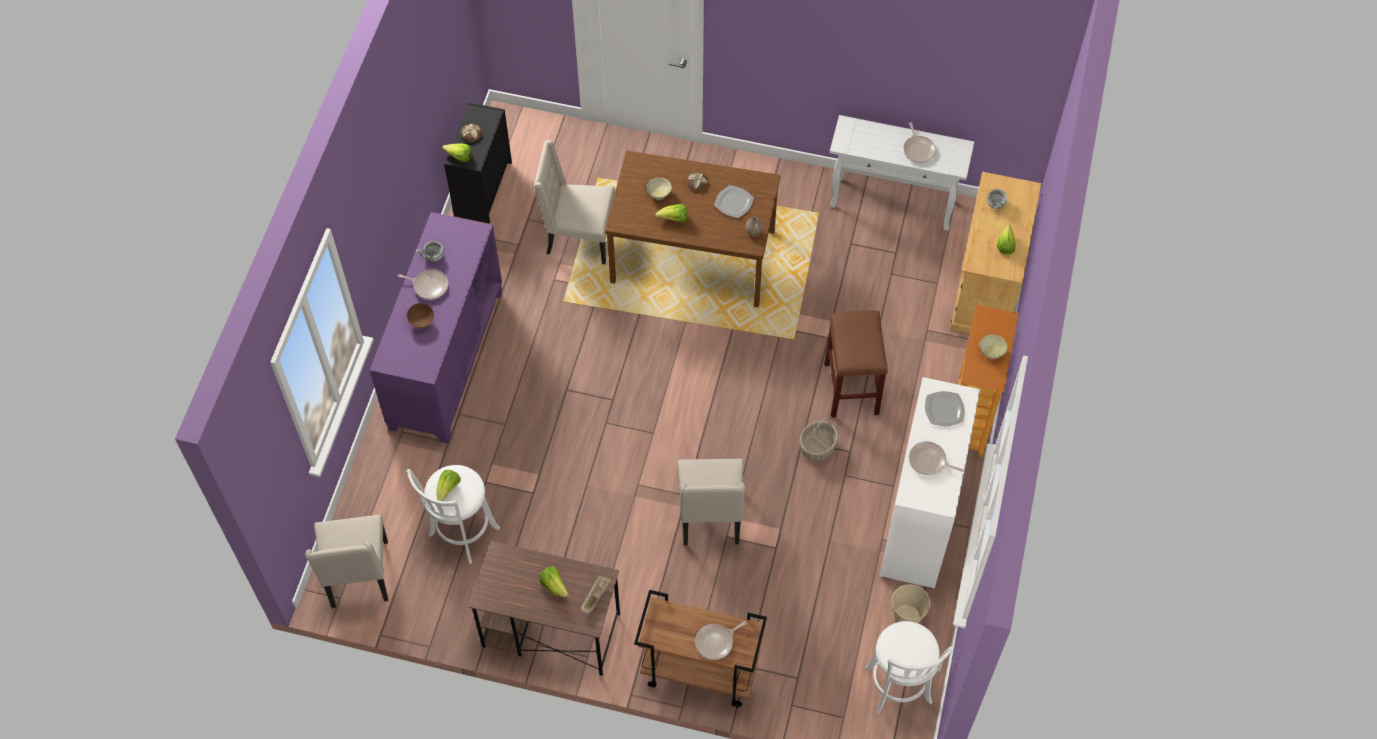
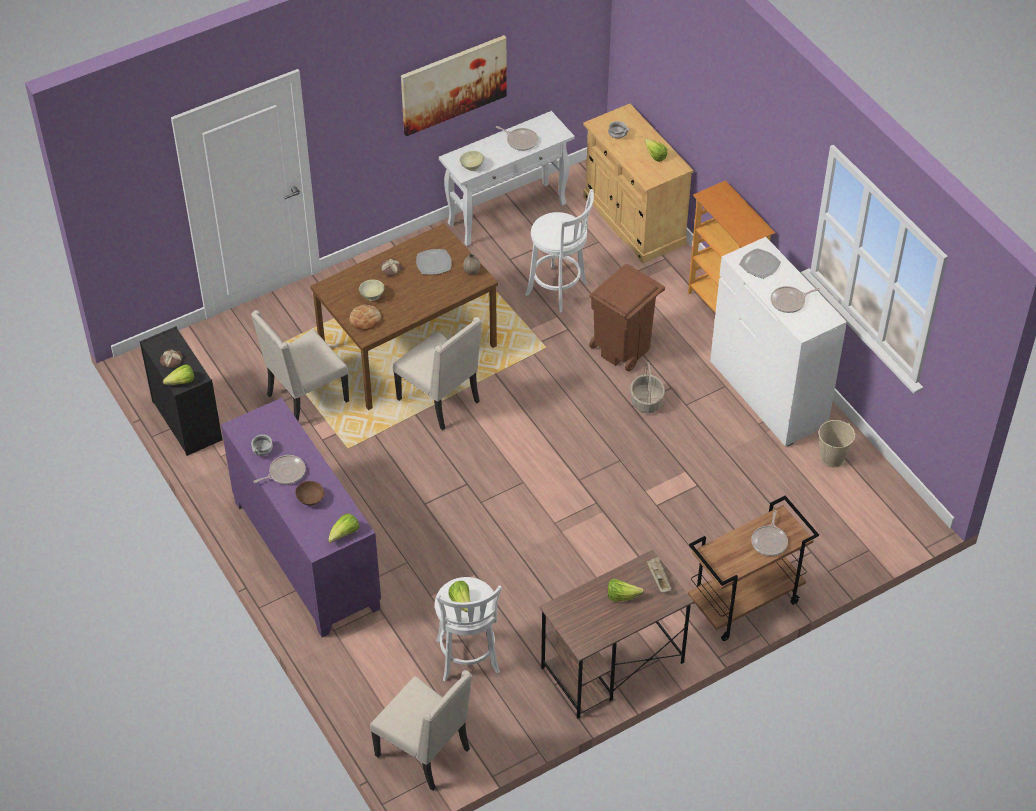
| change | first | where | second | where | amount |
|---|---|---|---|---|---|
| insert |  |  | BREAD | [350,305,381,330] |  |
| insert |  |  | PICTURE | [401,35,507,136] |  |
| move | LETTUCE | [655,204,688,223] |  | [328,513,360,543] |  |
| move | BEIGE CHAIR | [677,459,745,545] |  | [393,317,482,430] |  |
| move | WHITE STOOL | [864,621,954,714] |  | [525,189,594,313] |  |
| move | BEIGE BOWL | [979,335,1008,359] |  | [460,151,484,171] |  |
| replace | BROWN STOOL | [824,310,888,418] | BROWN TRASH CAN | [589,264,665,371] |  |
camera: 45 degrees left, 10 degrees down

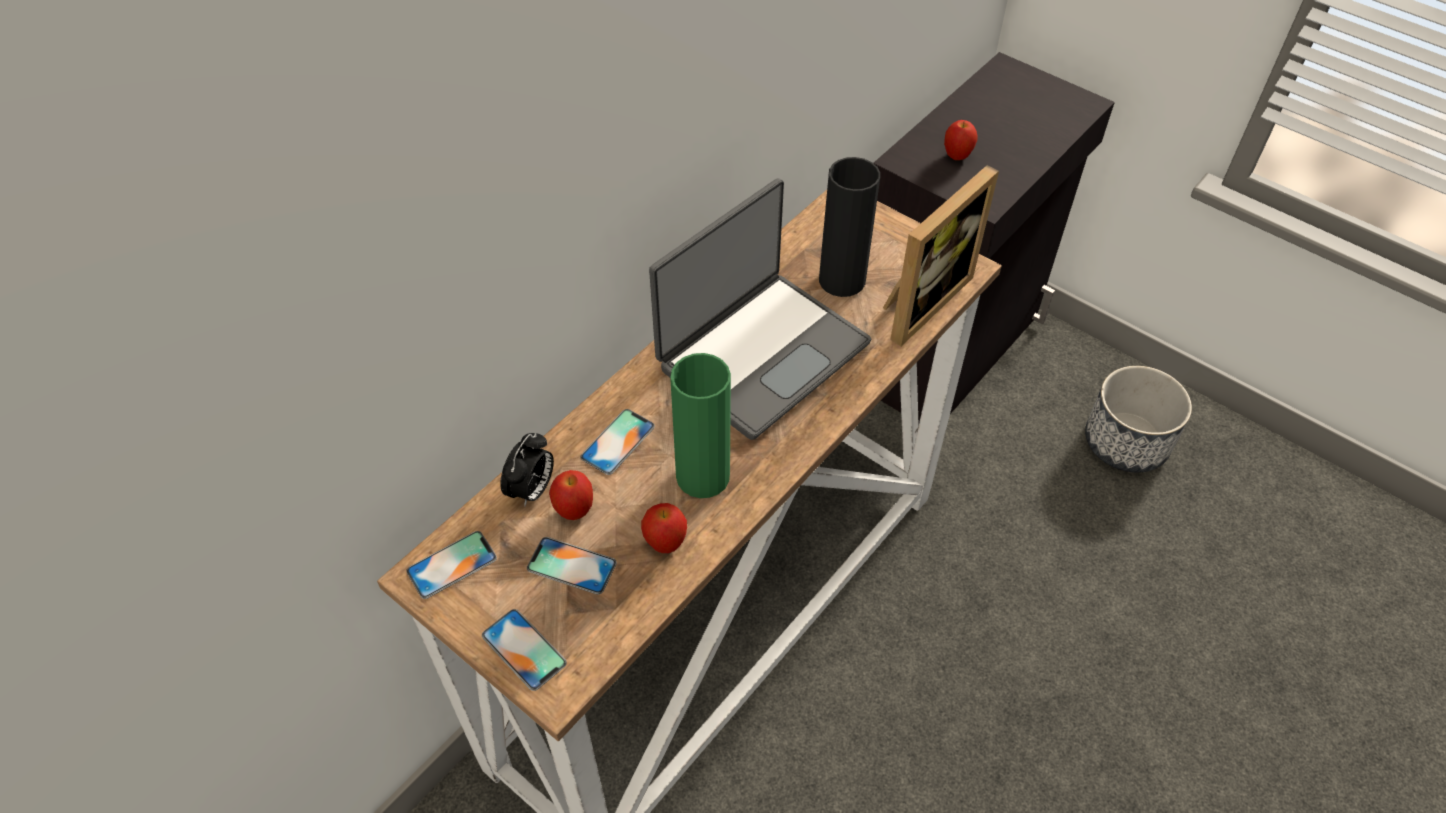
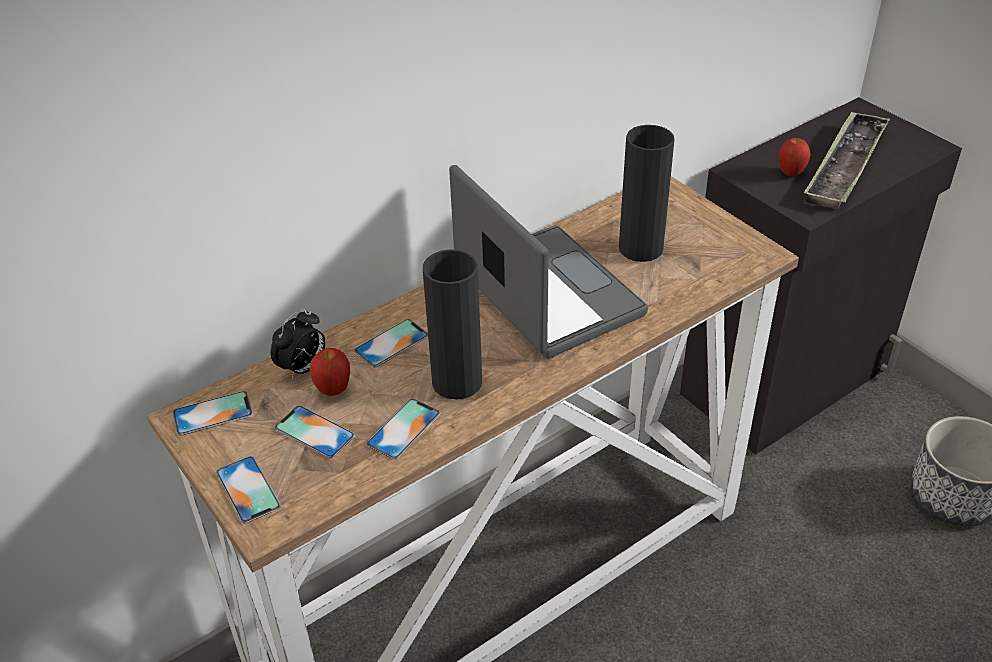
| change | first | where | second | where | amount |
|---|---|---|---|---|---|
| delete | PICTURE FRAME | [883,165,999,346] |  |  |  |
| insert |  |  | TRAY | [803,111,890,209] |  |
| replace | APPLE | [641,503,687,553] | PHONE | [367,399,440,459] |  |
| recolor | GREEN VASE | [670,353,731,498] | BLACK VASE | [423,249,482,399] |  |
| rotate | LAPTOP | [649,178,871,440] |  | [449,165,648,359] | 90 degrees counterclockwise |
camera: 15 degrees right, 10 degrees down

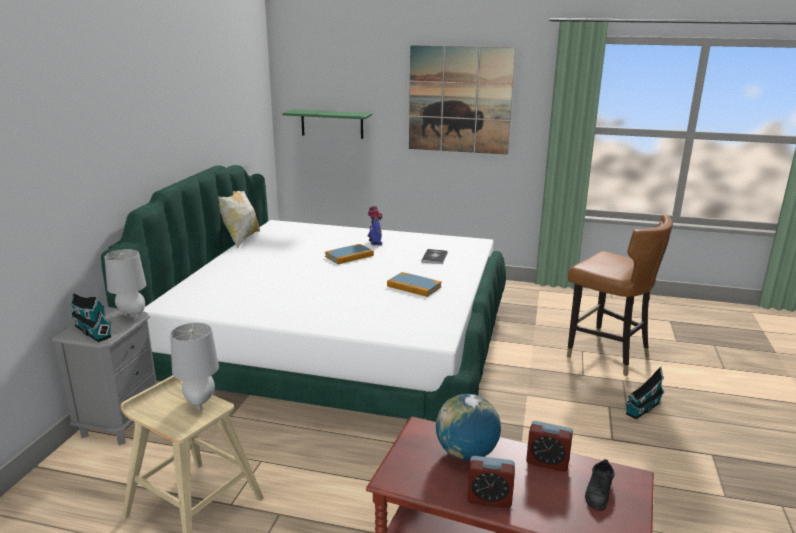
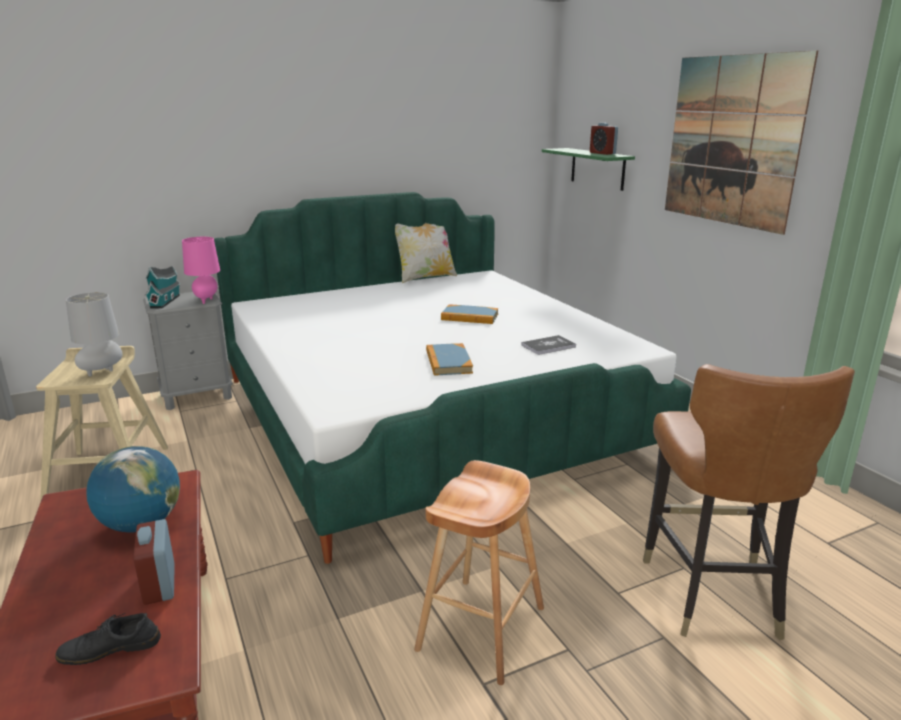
| change | first | where | second | where | amount |
|---|---|---|---|---|---|
| delete | TOY ROBOT | [368,206,383,246] |  |  |  |
| delete | TOY HOUSE | [625,366,665,419] |  |  |  |
| insert |  |  | BROWN STOOL | [414,460,544,685] |  |
| move | ALARM CLOCK | [467,456,515,508] |  | [590,123,618,155] |  |
| recolor | GREY TABLE LAMP | [104,249,146,319] | PINK TABLE LAMP | [182,237,220,304] |  |
camera: 50 degrees right, 0 degrees up

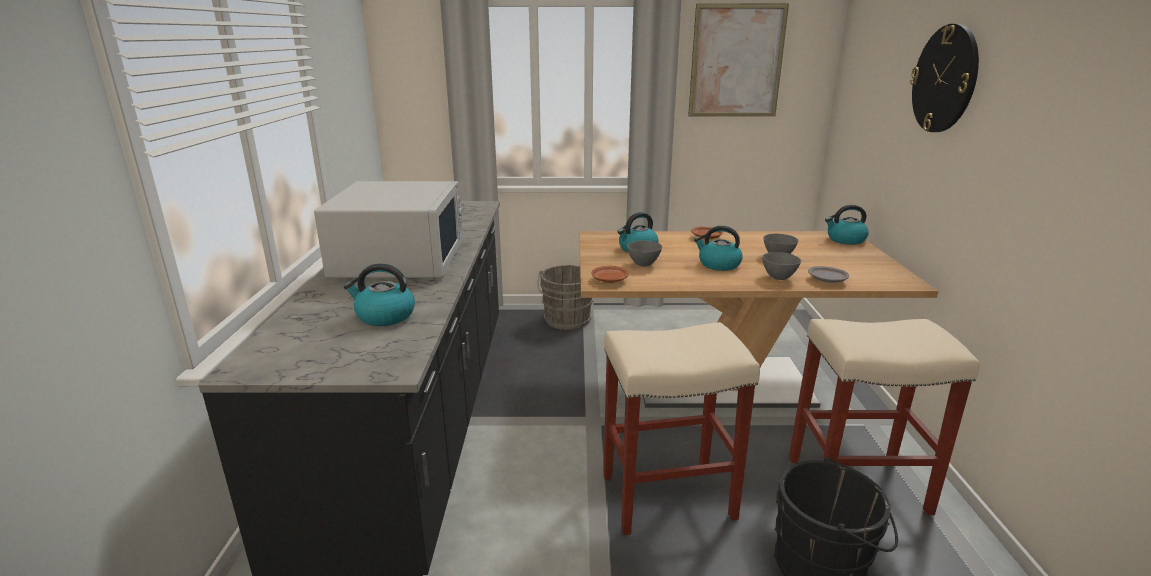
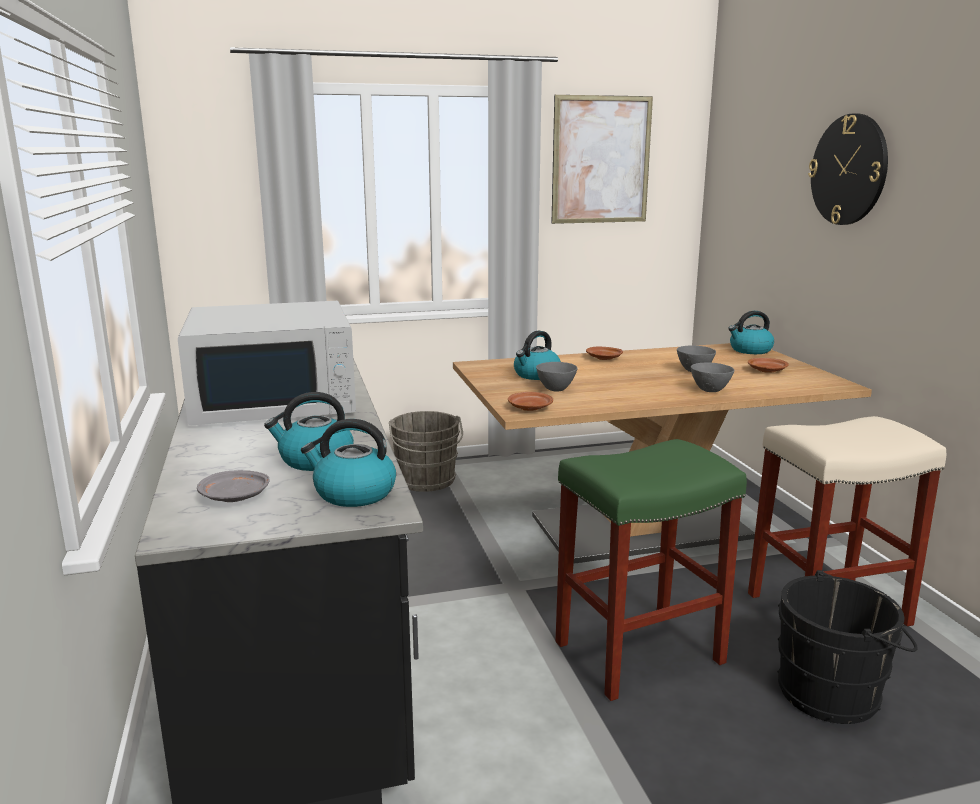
| change | first | where | second | where | amount |
|---|---|---|---|---|---|
| insert |  |  | BROWN PLATE | [748,358,789,373] |  |
| move | KETTLE | [694,226,743,271] |  | [301,419,396,507] |  |
| move | GREY PLATE | [808,266,849,283] |  | [197,470,270,502] |  |
| recolor | BEIGE STOOL | [603,322,760,535] | GREEN STOOL | [555,439,747,701] |  |
| rotate | WHITE MICROWAVE | [314,181,463,278] |  | [178,301,356,425] | 90 degrees clockwise |
camera: 15 degrees left, 5 degrees down

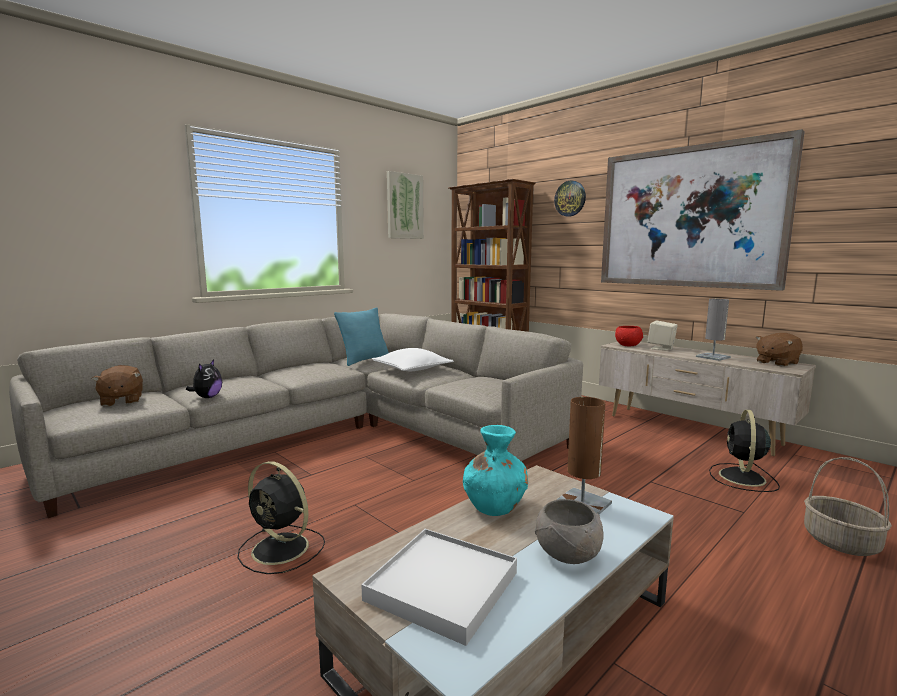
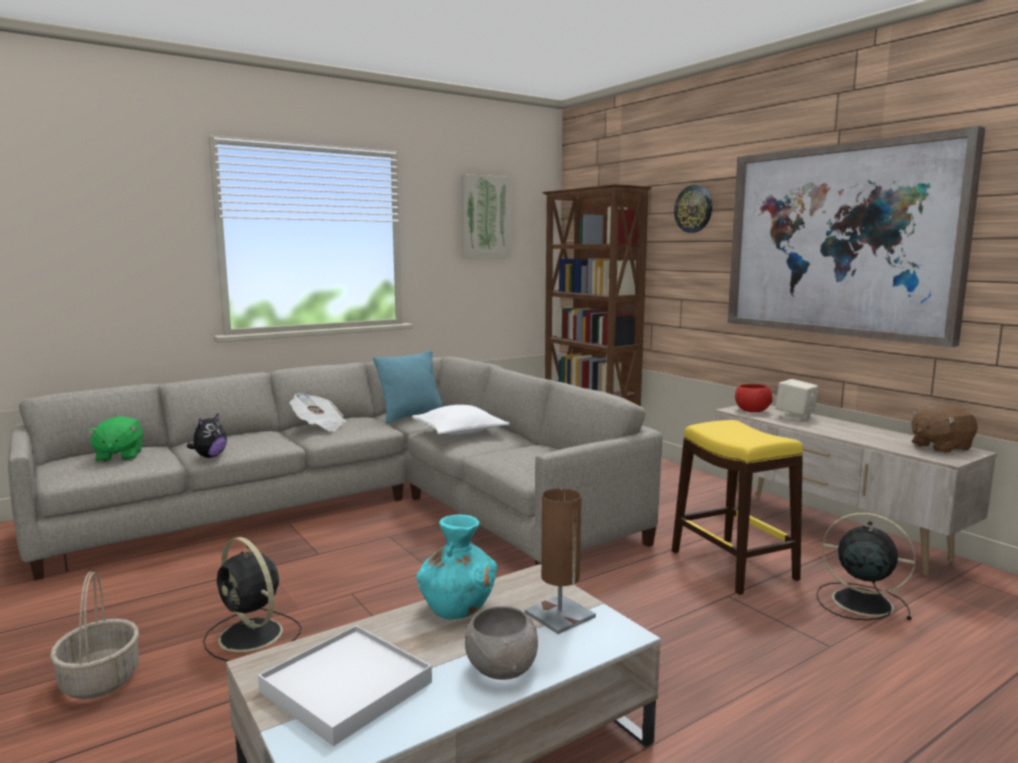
| change | first | where | second | where | amount |
|---|---|---|---|---|---|
| delete | GREY TABLE LAMP | [696,299,731,361] |  |  |  |
| insert |  |  | NEWSPAPER | [290,393,347,431] |  |
| insert |  |  | YELLOW STOOL | [672,420,803,595] |  |
| move | BASKET | [804,457,892,556] |  | [50,571,139,699] |  |
| recolor | BROWN PLUSH TOY | [91,365,143,407] | GREEN PLUSH TOY | [87,416,143,462] |  |
| rotate | BLACK FAN | [709,409,780,492] |  | [817,513,916,620] | 90 degrees clockwise |
camera: 10 degrees right, 0 degrees up

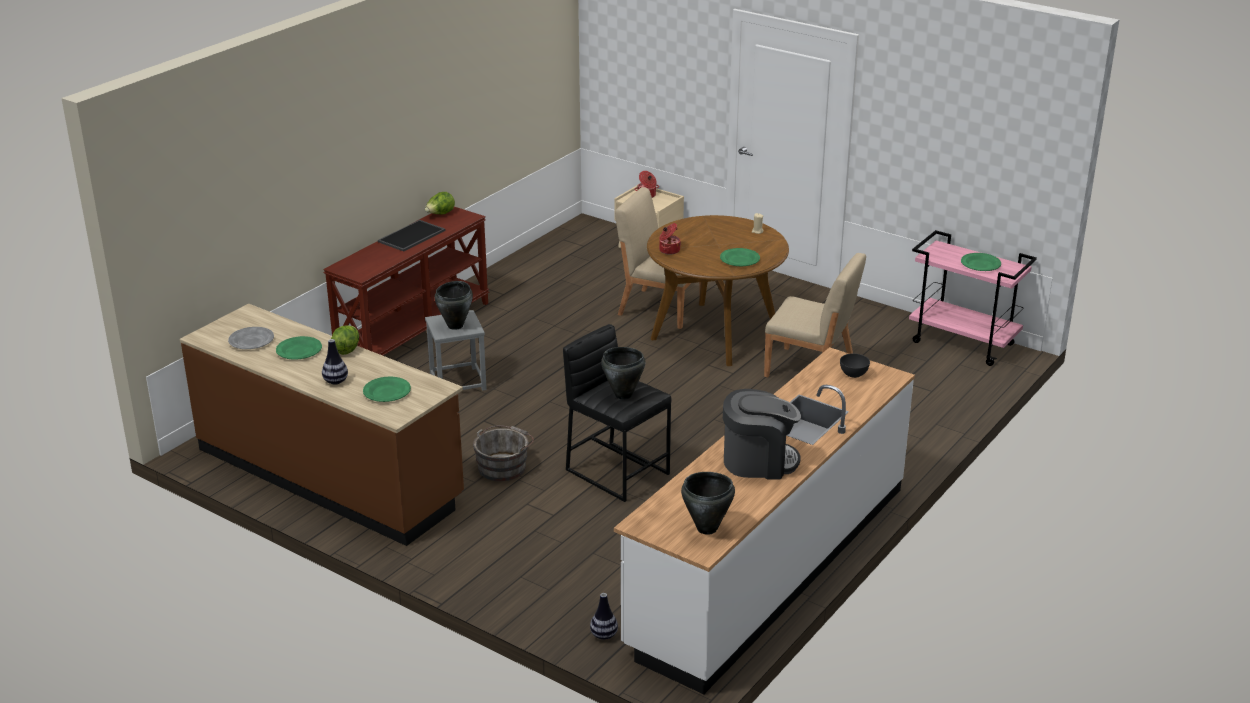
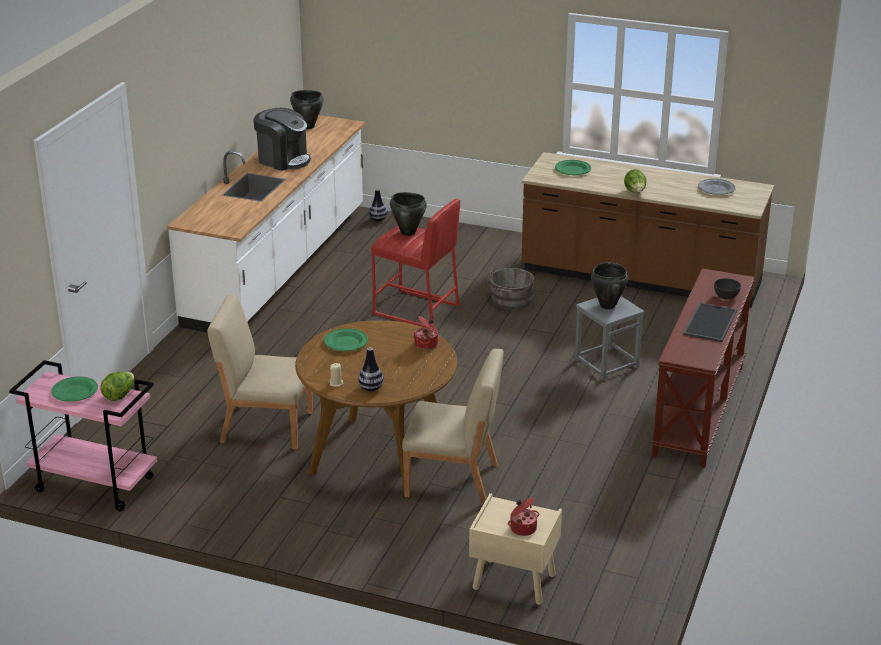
| change | first | where | second | where | amount |
|---|---|---|---|---|---|
| delete | GREEN PLATE | [276,336,322,360] |  |  |  |
| move | VASE | [322,339,348,385] |  | [358,347,384,392] |  |
| move | LETTUCE | [425,192,455,214] |  | [100,372,134,401] |  |
| move | GREY BOWL | [840,353,870,378] |  | [714,278,741,300] |  |
| recolor | BLACK STOOL | [563,324,671,502] | RED STOOL | [371,199,460,327] |  |
| rotate | COFFEE MACHINE | [723,389,801,479] |  | [253,108,311,171] | 135 degrees counterclockwise |
camera: 165 degrees right, 0 degrees up

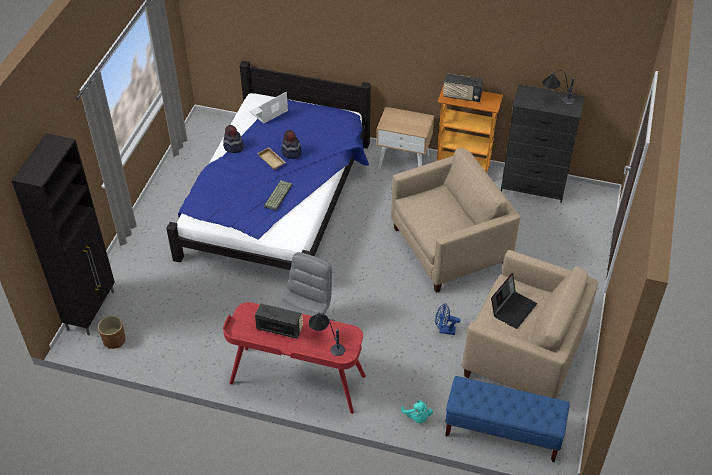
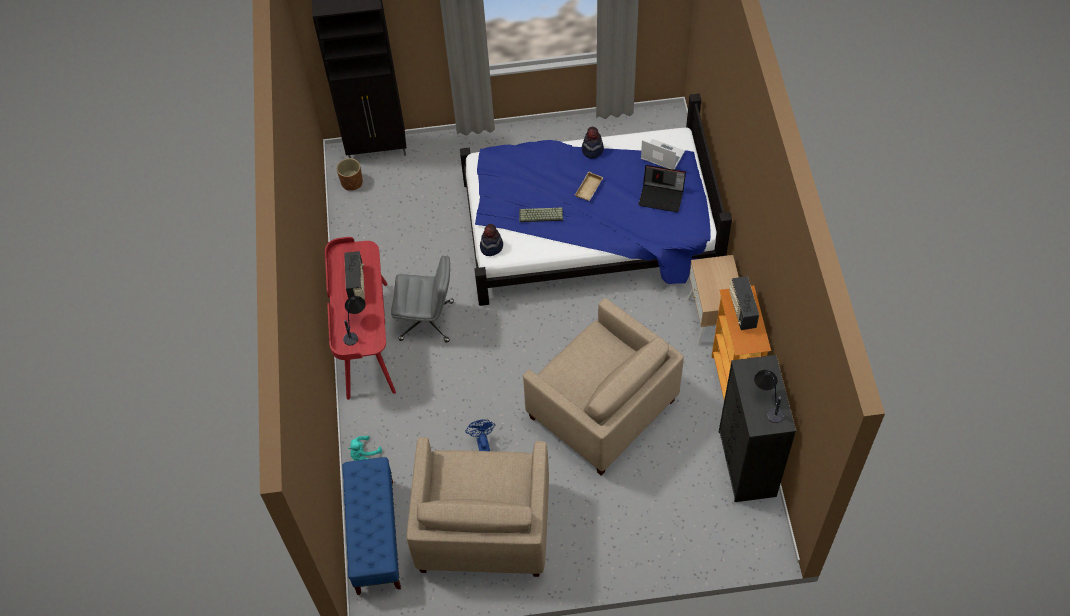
| change | first | where | second | where | amount |
|---|---|---|---|---|---|
| move | HAT | [281,130,302,159] |  | [480,224,503,256] |  |
| move | LAPTOP | [491,273,537,329] |  | [638,165,686,212] |  |
camera: 70 degrees right, 10 degrees up

